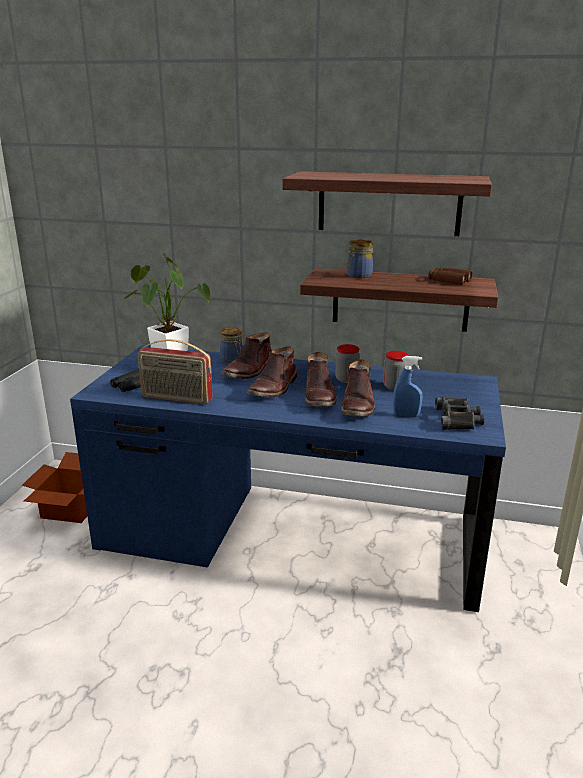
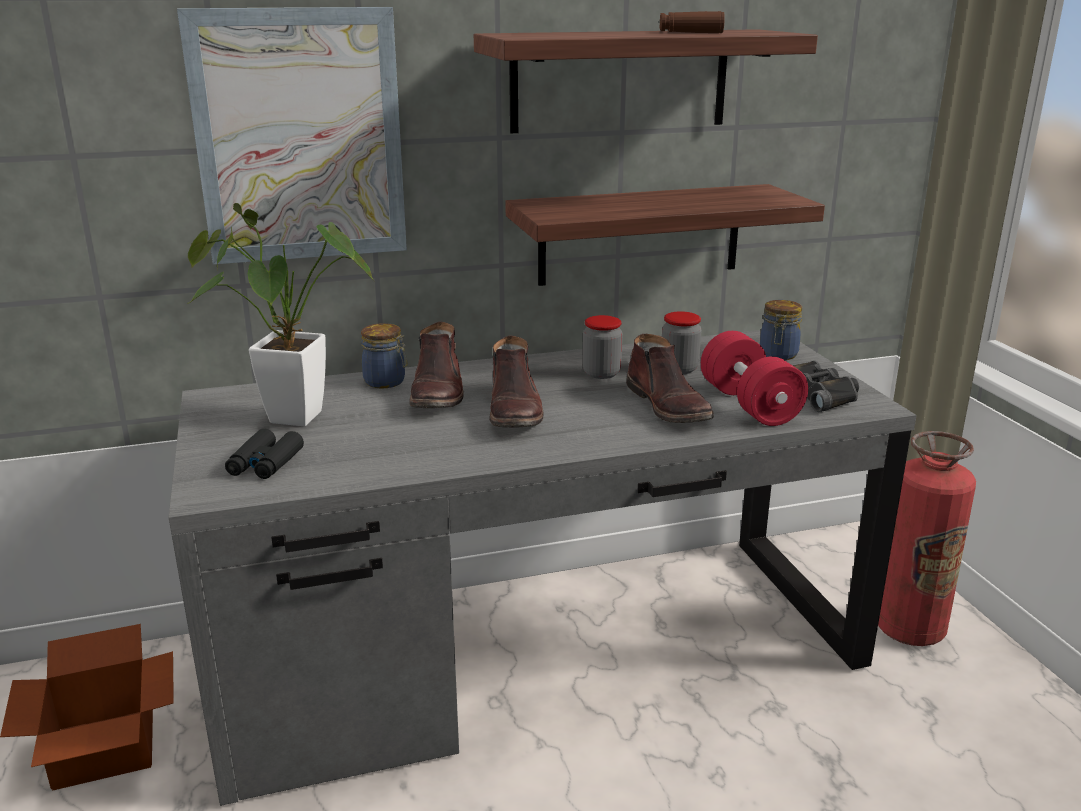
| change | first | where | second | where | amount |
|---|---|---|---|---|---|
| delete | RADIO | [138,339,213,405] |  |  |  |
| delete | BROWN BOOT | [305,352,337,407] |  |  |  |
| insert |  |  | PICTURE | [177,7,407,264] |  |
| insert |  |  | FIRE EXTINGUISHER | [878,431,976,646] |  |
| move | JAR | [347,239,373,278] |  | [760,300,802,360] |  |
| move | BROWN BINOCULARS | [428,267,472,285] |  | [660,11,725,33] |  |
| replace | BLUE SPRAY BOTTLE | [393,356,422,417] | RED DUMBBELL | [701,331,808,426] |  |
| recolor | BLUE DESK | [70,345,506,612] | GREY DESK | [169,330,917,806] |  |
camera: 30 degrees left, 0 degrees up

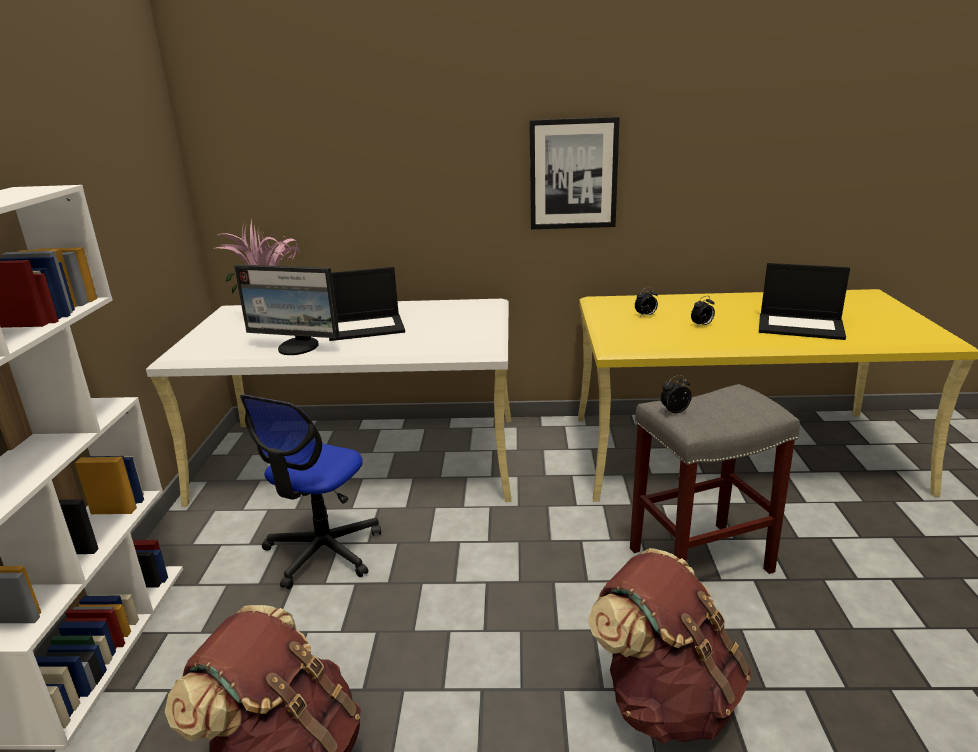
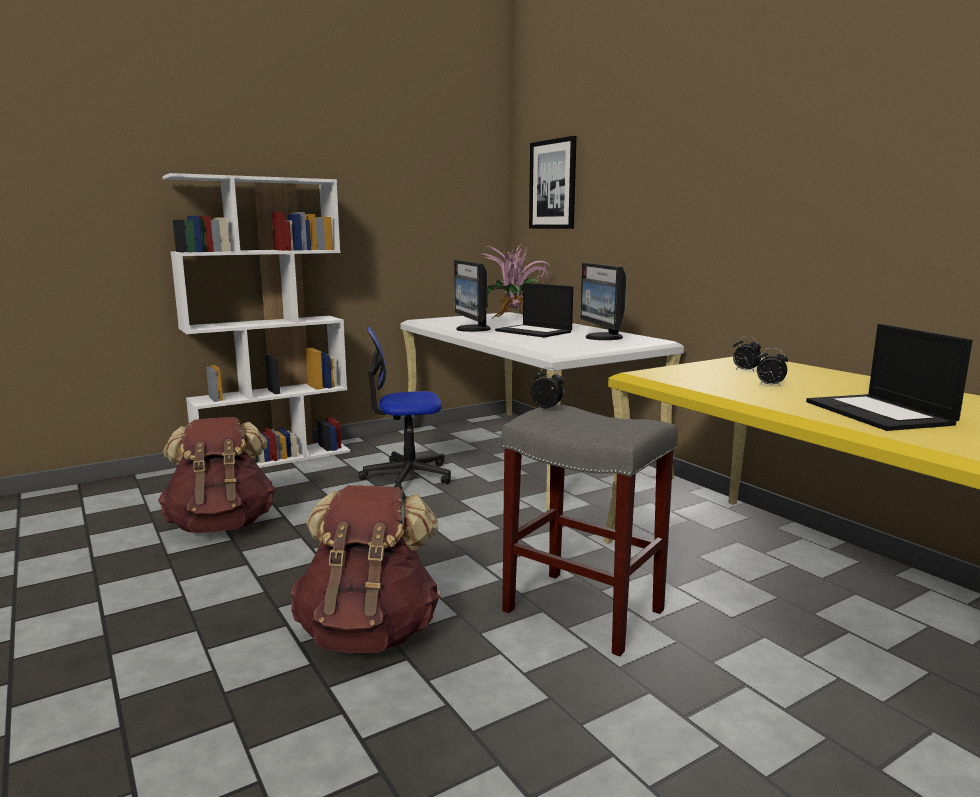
| change | first | where | second | where | amount |
|---|---|---|---|---|---|
| insert |  |  | MONITOR | [580,263,626,340] |  |
| move | PICTURE | [530,117,620,229] |  | [529,136,577,229] |  |
camera: 55 degrees right, 10 degrees down

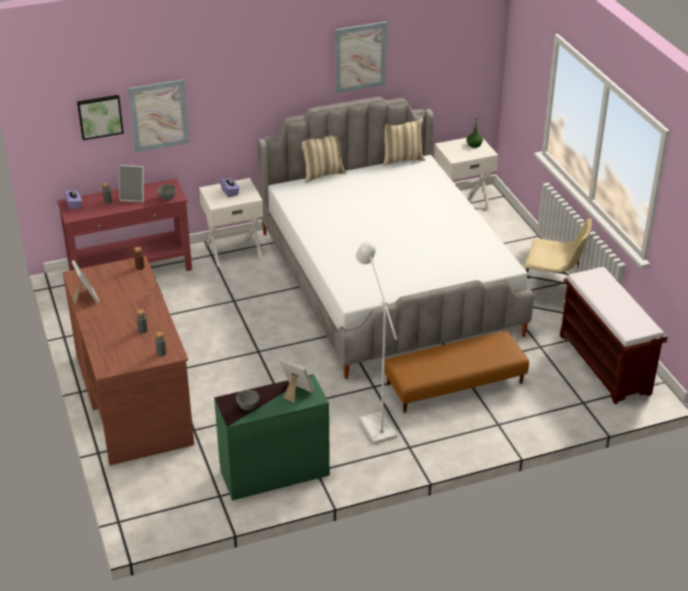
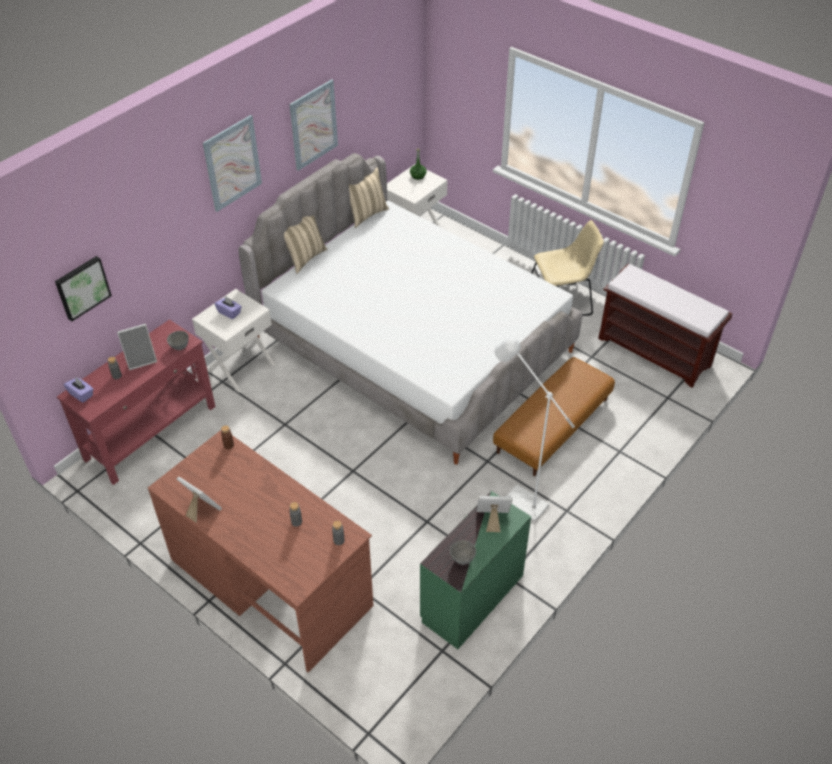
| change | first | where | second | where | amount |
|---|---|---|---|---|---|
| move | PICTURE | [128,79,189,152] |  | [203,115,262,212] |  |
camera: 30 degrees left, 10 degrees up

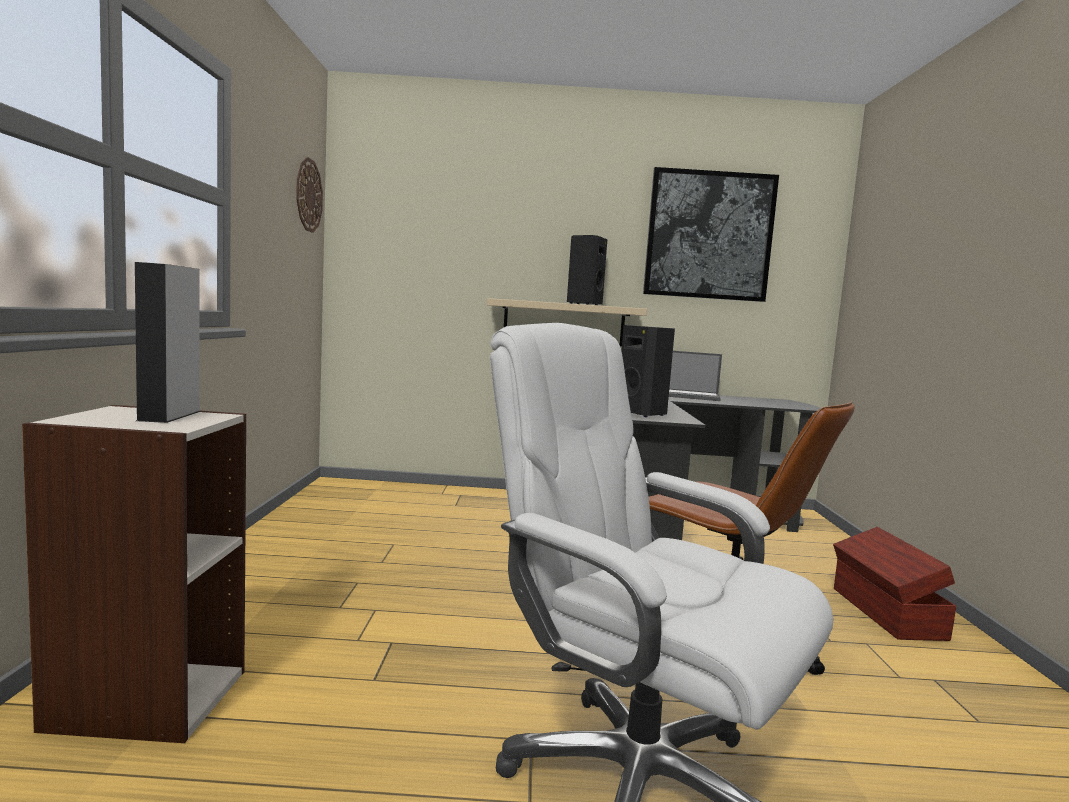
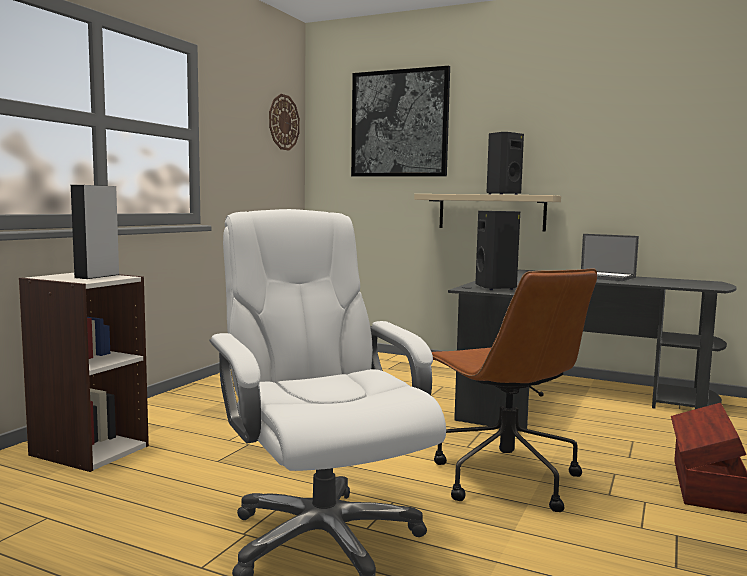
| change | first | where | second | where | amount |
|---|---|---|---|---|---|
| move | PICTURE | [643,167,779,302] |  | [351,66,450,177] |  |
camera: 25 degrees right, 0 degrees up

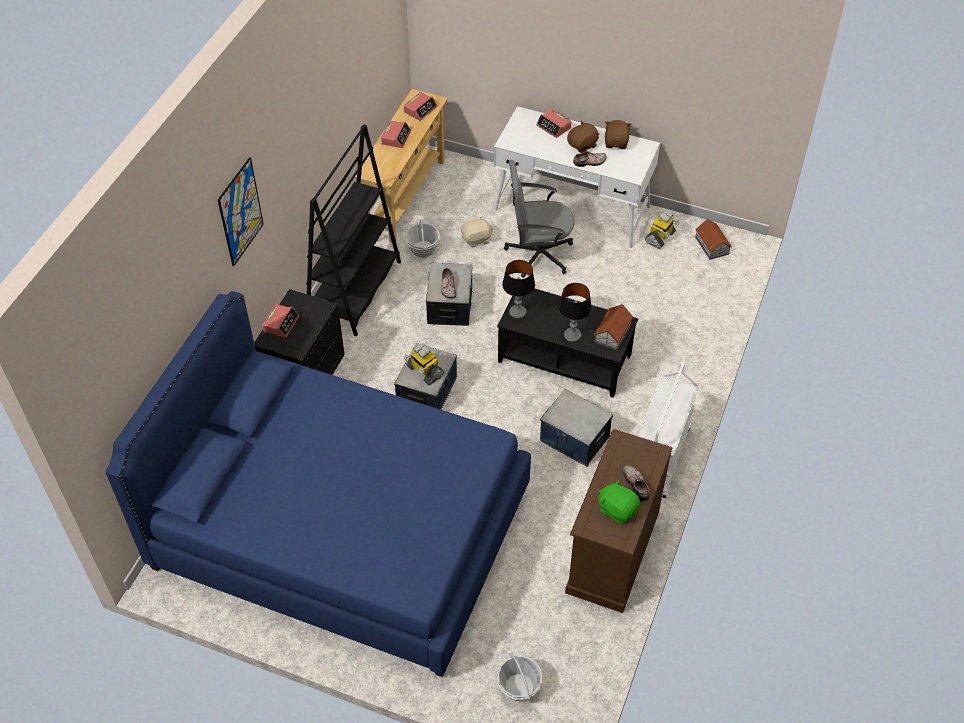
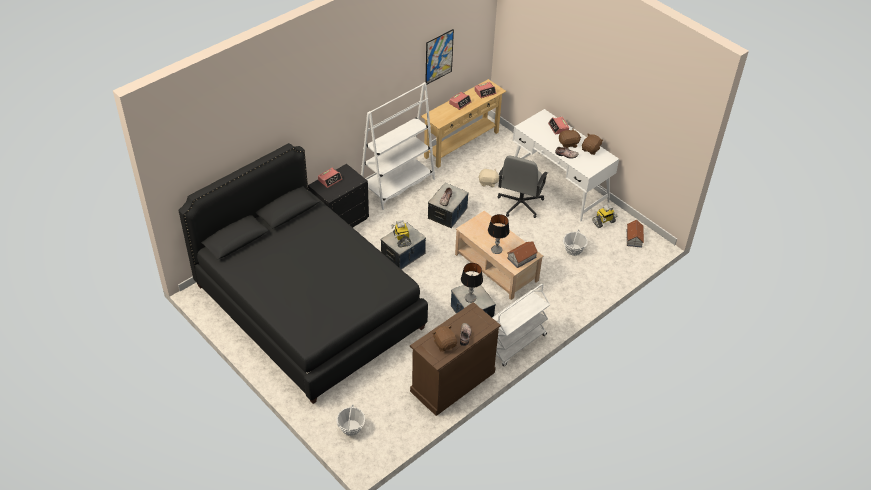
| change | first | where | second | where | amount |
|---|---|---|---|---|---|
| move | PICTURE | [218,157,264,267] |  | [425,29,454,84] |  |
| move | BASKET | [405,219,440,257] |  | [563,229,588,256] |  |
| move | TABLE LAMP | [502,260,535,319] |  | [461,263,483,303] |  |
| recolor | BLUE BED | [106,291,531,677] | BLACK BED | [178,143,428,404] |  |
| recolor | BLACK BOOKCASE | [306,124,401,336] | WHITE BOOKCASE | [361,82,435,210] |  |
| recolor | BLACK COFFEE TABLE | [497,288,638,398] | BEIGE COFFEE TABLE | [455,211,543,300] |  |
| recolor | GREEN PLUSH TOY | [599,480,640,524] | BROWN PLUSH TOY | [432,326,457,352] |  |
| rotate | GREY OFFICE CHAIR | [504,160,575,278] |  | [498,155,548,218] | 90 degrees counterclockwise |
camera: 25 degrees right, 5 degrees down

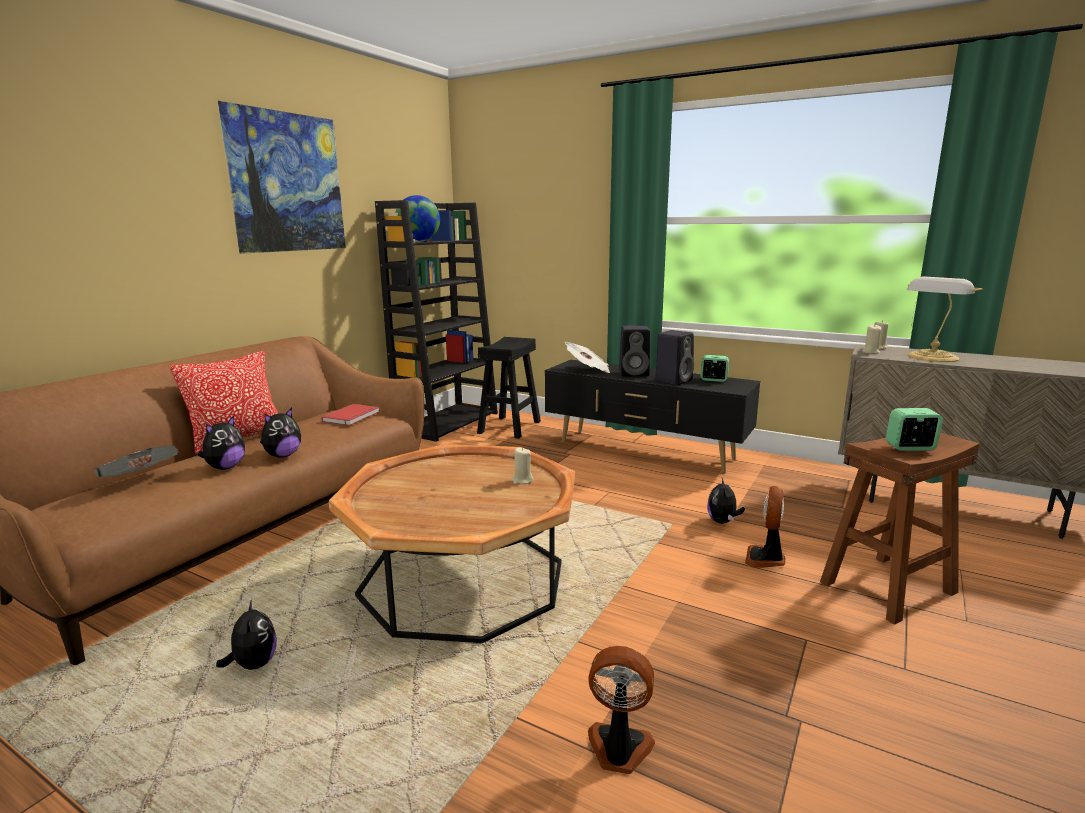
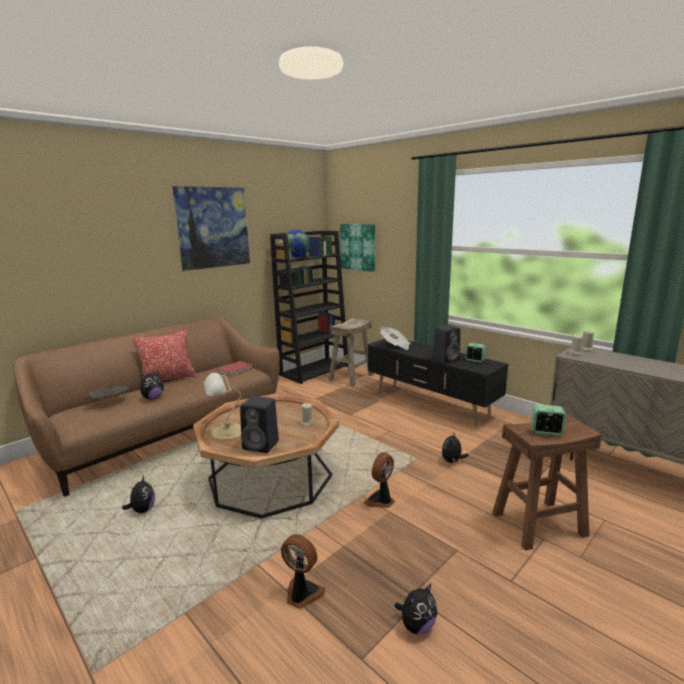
| change | first | where | second | where | amount |
|---|---|---|---|---|---|
| insert |  |  | PICTURE | [340,224,375,272] |  |
| move | PLUSH TOY | [260,408,301,458] |  | [395,584,437,635] |  |
| move | BLACK SPEAKER | [619,326,650,377] |  | [240,396,279,453] |  |
| move | FAN | [745,486,786,568] |  | [364,452,395,508] |  |
| move | TABLE LAMP | [906,276,982,362] |  | [204,373,242,440] |  |
| recolor | BLACK STOOL | [477,337,541,439] | BEIGE STOOL | [329,318,374,386] |  |
camera: 15 degrees right, 0 degrees up

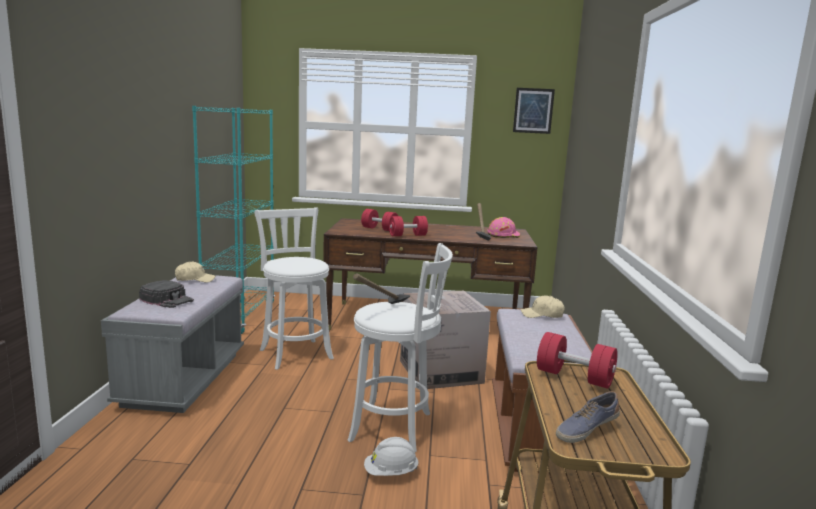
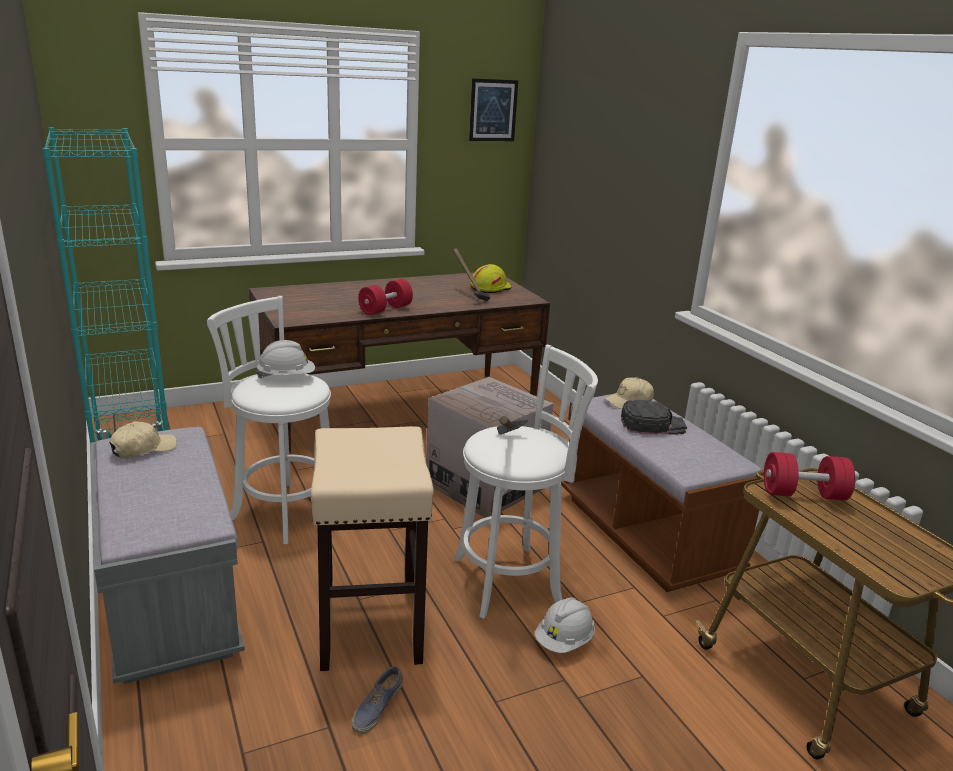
| change | first | where | second | where | amount |
|---|---|---|---|---|---|
| delete | RED DUMBBELL | [361,209,398,231] |  |  |  |
| insert |  |  | WHITE HARD HAT | [256,340,315,378] |  |
| insert |  |  | BEIGE STOOL | [311,426,434,671] |  |
| move | BLACK CAP | [139,280,194,308] |  | [621,400,687,435] |  |
| move | SHOE | [556,391,620,443] |  | [352,665,404,734] |  |
| recolor | PINK HARD HAT | [487,217,520,238] | YELLOW HARD HAT | [470,264,512,293] |  |
camera: 30 degrees left, 10 degrees up

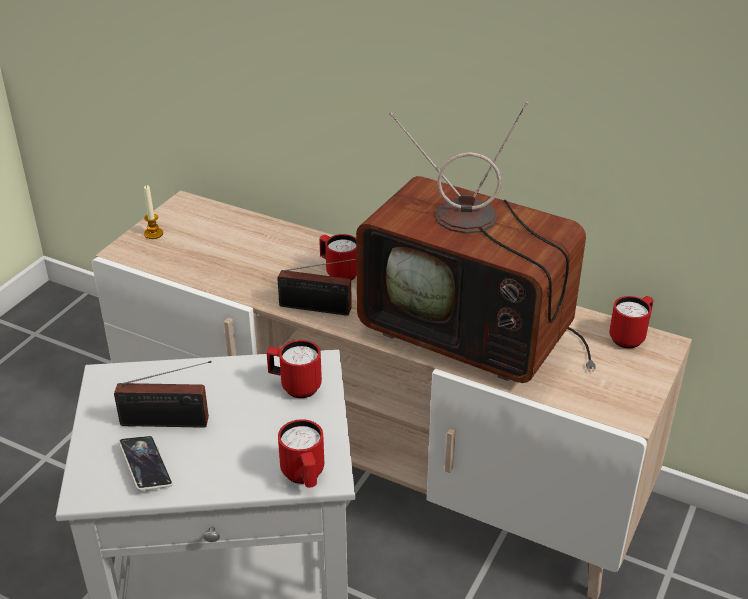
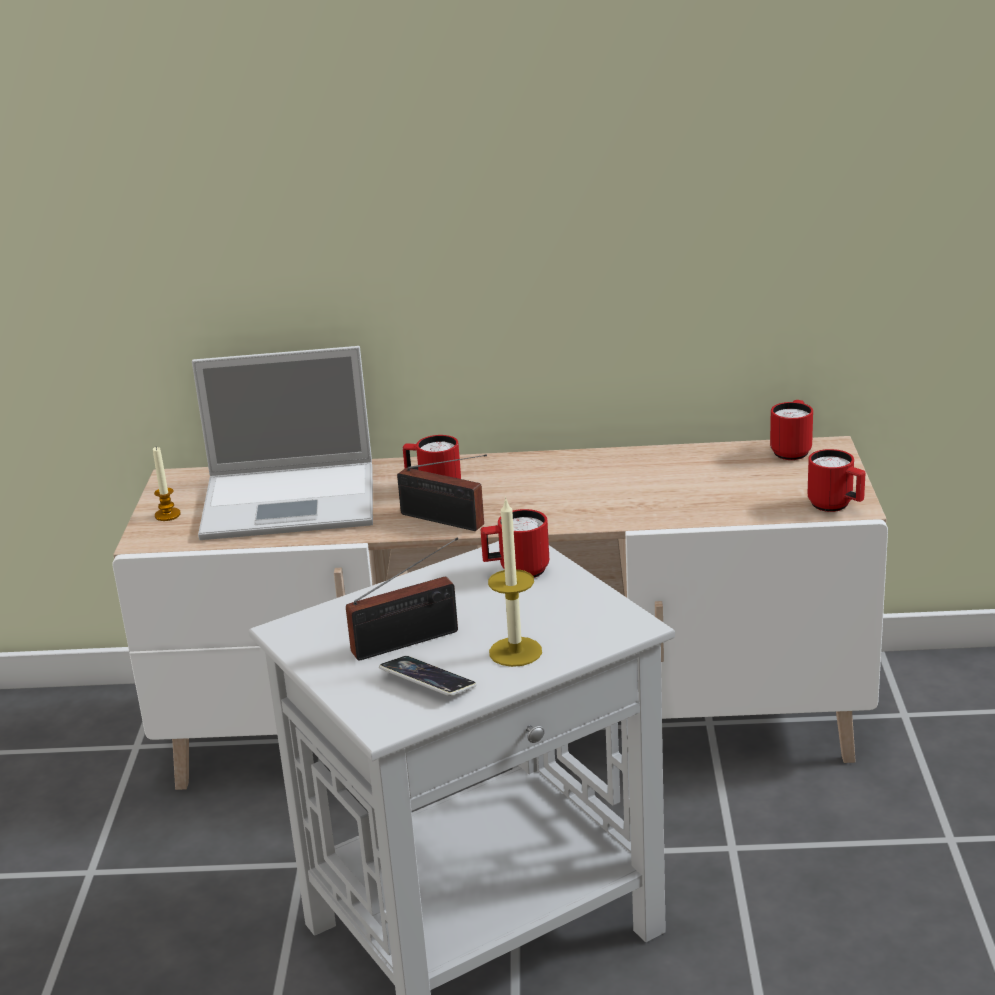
| change | first | where | second | where | amount |
|---|---|---|---|---|---|
| delete | TELEVISION | [356,102,596,383] |  |  |  |
| insert |  |  | LAPTOP | [192,346,373,540] |  |
| insert |  |  | CANDLE | [488,497,542,667] |  |
| move | RED MUG | [278,419,324,488] |  | [807,449,866,512] |  |
| rotate | RADIO | [277,259,356,316] |  | [397,454,487,531] | 45 degrees clockwise |
camera: 25 degrees left, 10 degrees down

